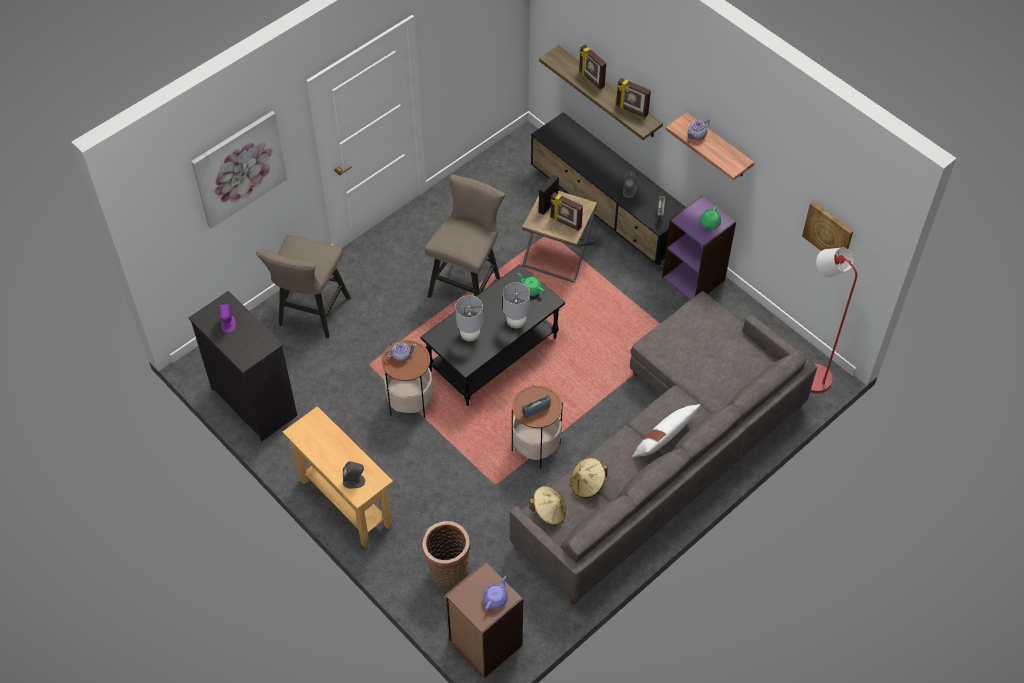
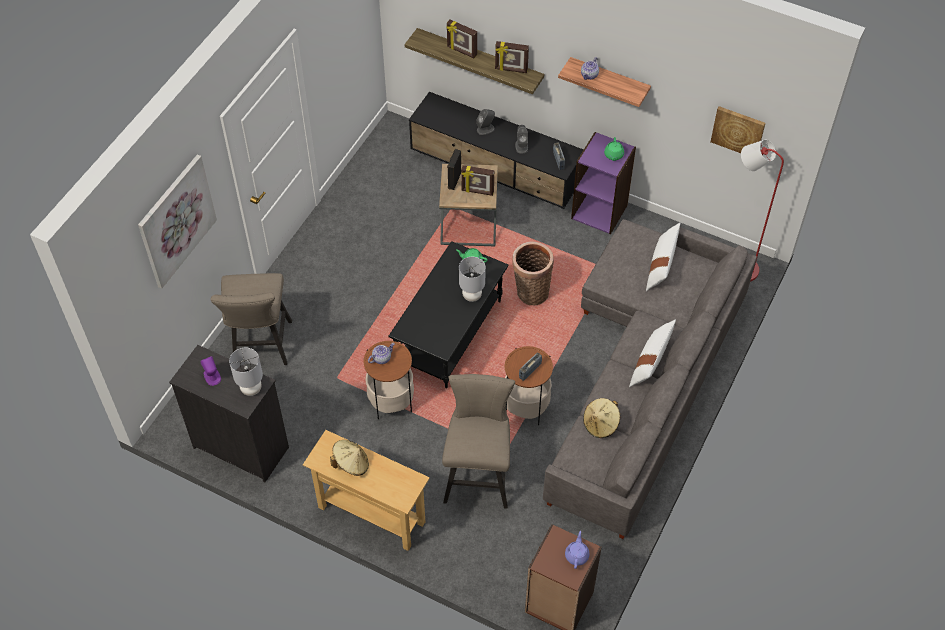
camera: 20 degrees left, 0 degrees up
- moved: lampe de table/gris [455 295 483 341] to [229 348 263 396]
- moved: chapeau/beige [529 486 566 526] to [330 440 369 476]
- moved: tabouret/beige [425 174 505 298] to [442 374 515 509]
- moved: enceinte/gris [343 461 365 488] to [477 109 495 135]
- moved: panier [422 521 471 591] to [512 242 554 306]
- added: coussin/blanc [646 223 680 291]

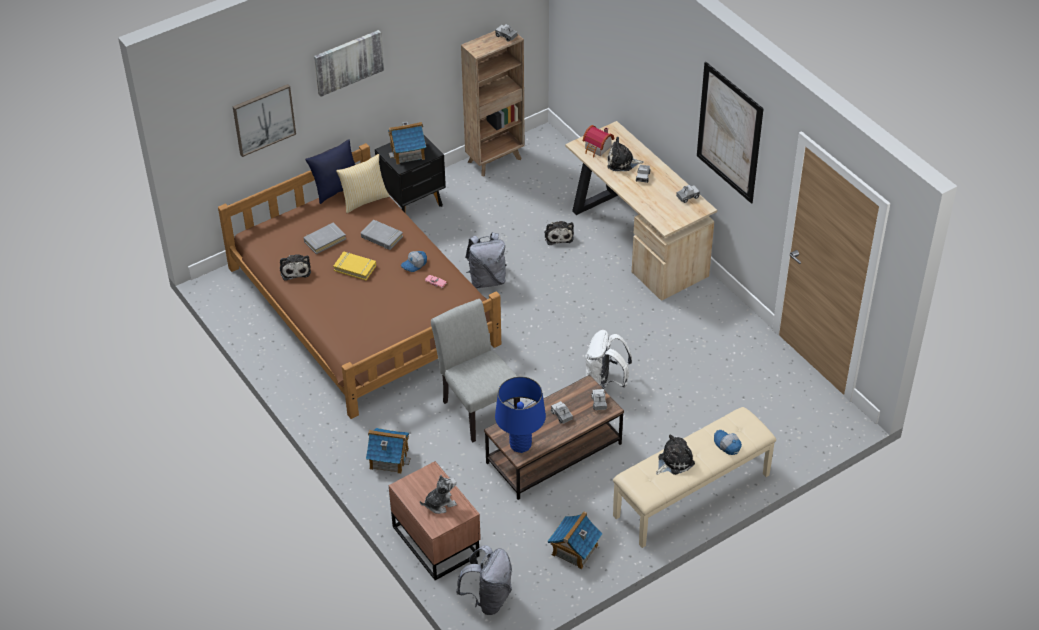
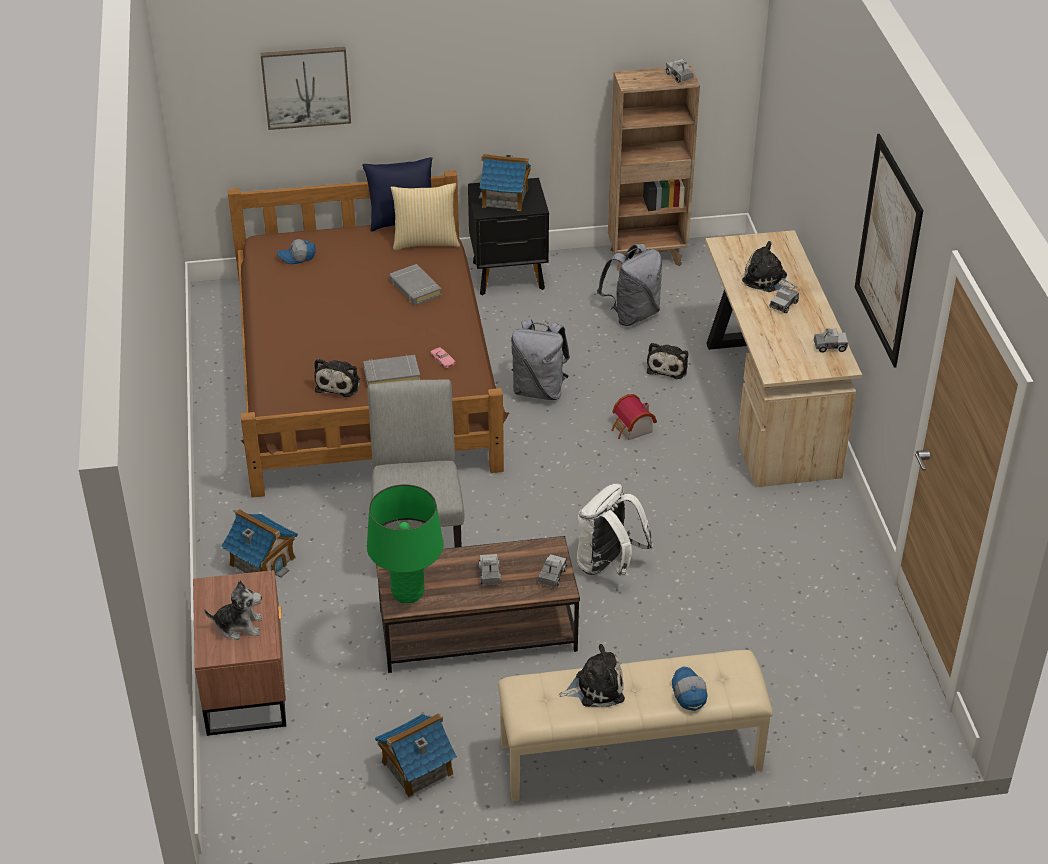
camera: 25 degrees right, 5 degrees down
- moved: casquette [401 251 427 272] to [277 239 316 264]
- moved: peluche [280 254 311 281] to [314 359 360 397]
- moved: livre/gris [304 223 346 254] to [363 355 420 386]
- recoloured: lampe de table/bleu [495 376 546 453] to lampe de table/vert [367 484 444 603]
- moved: sac à dos/gris [456 545 512 615] to [597 244 662 326]
- moved: maison miniature [583 125 614 158] to [611 394 657 440]
- removed: tableau [314 30 384 97]
- removed: livre/jaune [333 252 376 280]

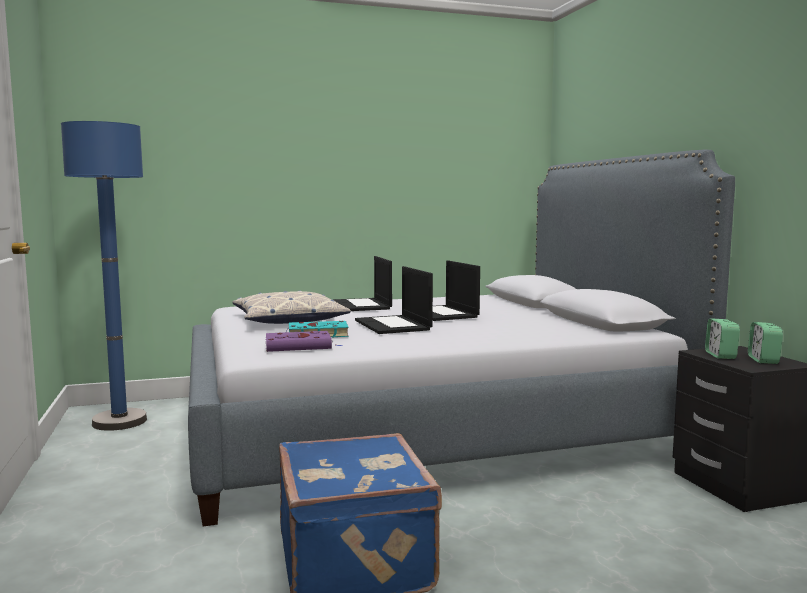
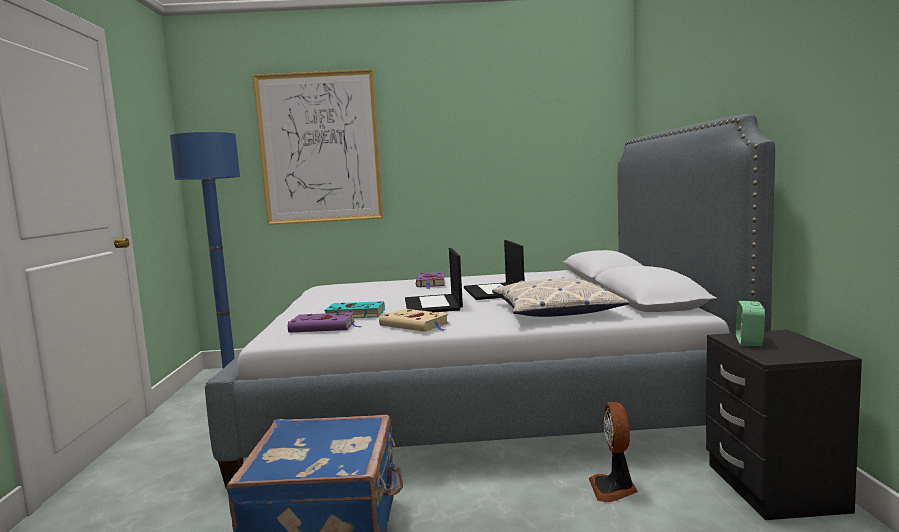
camera: 15 degrees right, 0 degrees up
- added: tableau [253 69 383 225]
- added: livre/beige [379 309 449 332]
- replaced: ordinateur portable [333 256 392 311] to livre/violet [416 272 445 289]
- moved: coussin [232 290 351 324] to [492 277 629 317]
- added: ventilateur [589 402 638 502]
- removed: réveil [748 322 783 364]

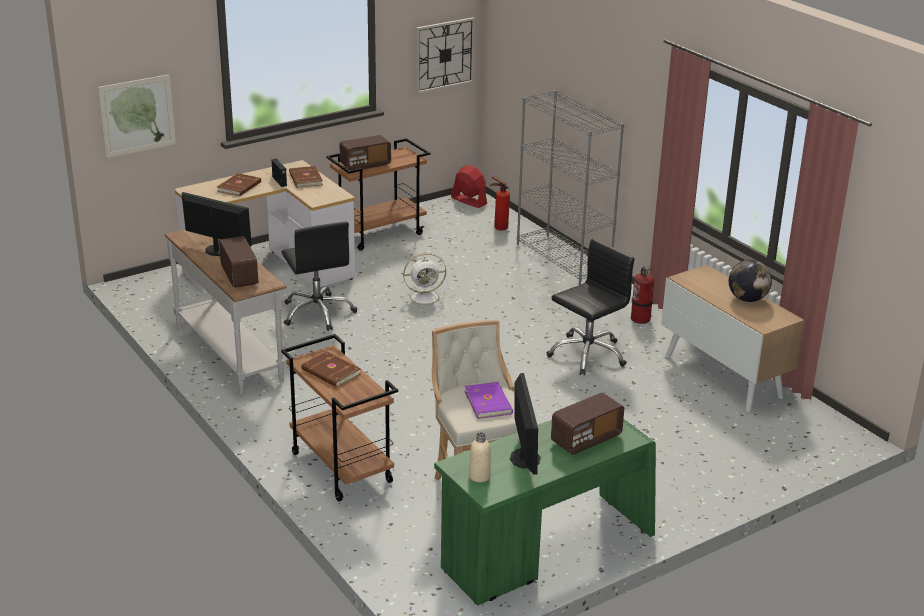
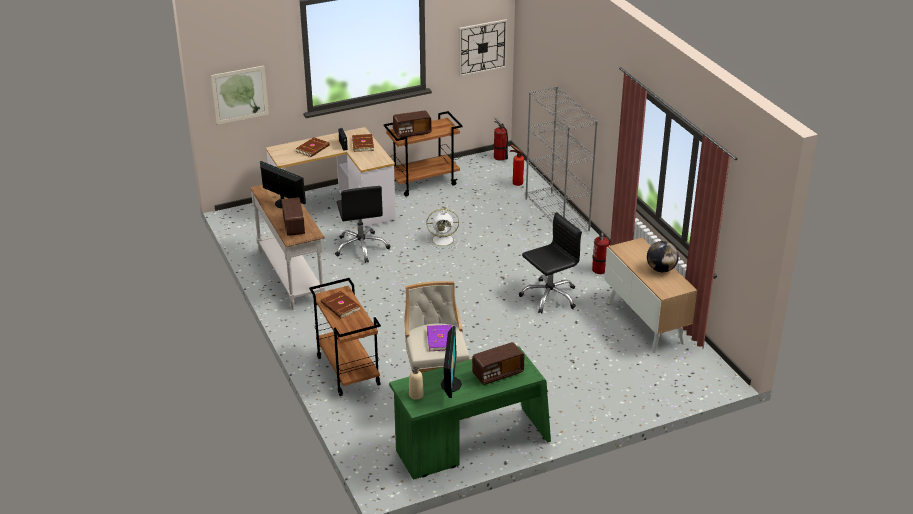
camera: 10 degrees right, 5 degrees up
- replaced: ventilateur/rouge [451 165 487 208] to extincteur [493 117 508 161]

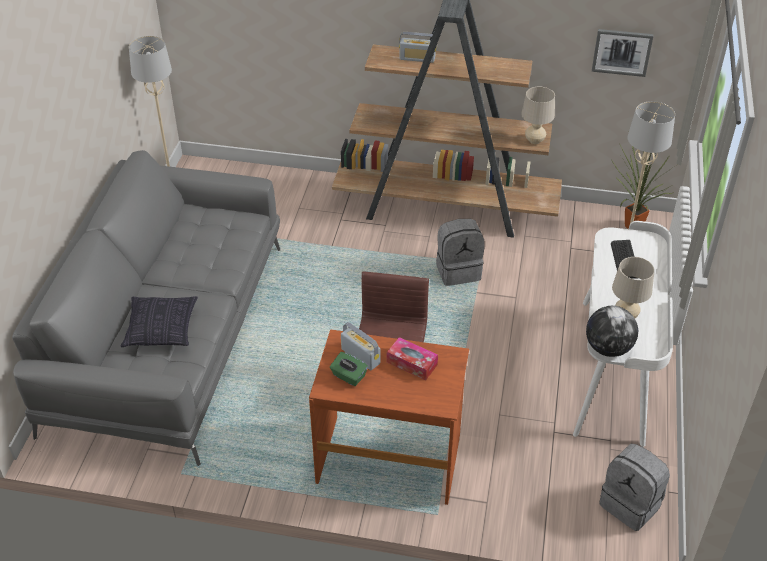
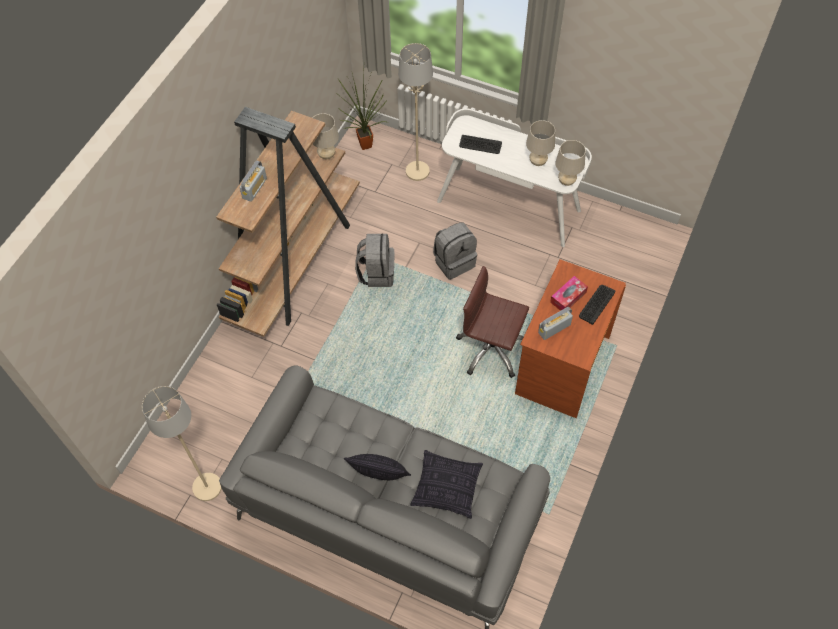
camera: 75 degrees left, 15 degrees up
- added: coussin [344 454 411 480]
- moved: sac à dos/gris [599 444 670 531] to [433 222 477 280]
- replaced: globe [586 306 638 357] to lampe de table/beige [555 140 586 186]
- added: clavier [579 285 615 325]
- removed: boîte à mouchoirs/vert [330 352 368 386]
- removed: tableau [592 29 654 77]

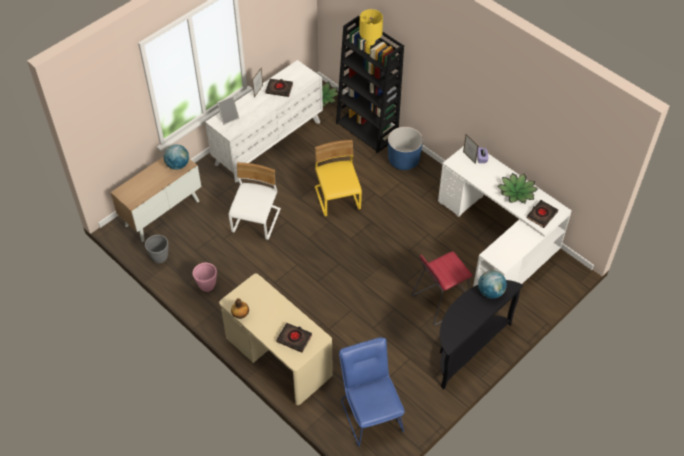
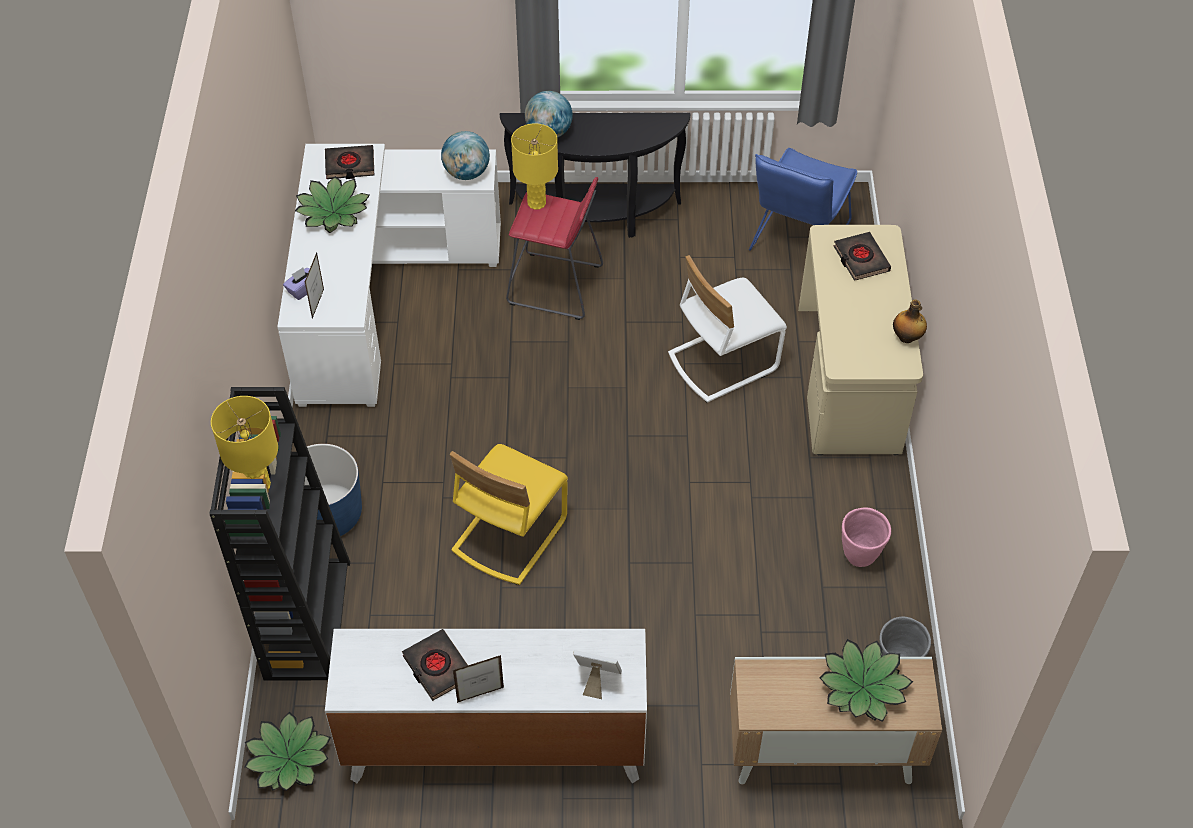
camera: 135 degrees left, 0 degrees up
- moved: globe [164 144 189 170] to [441 131 490 180]
- added: lampe de table/jaune [511 123 558 210]
- moved: chaise/blanc [228 162 281 240] to [668 255 787 403]
- added: plante en pot [819 639 913 722]

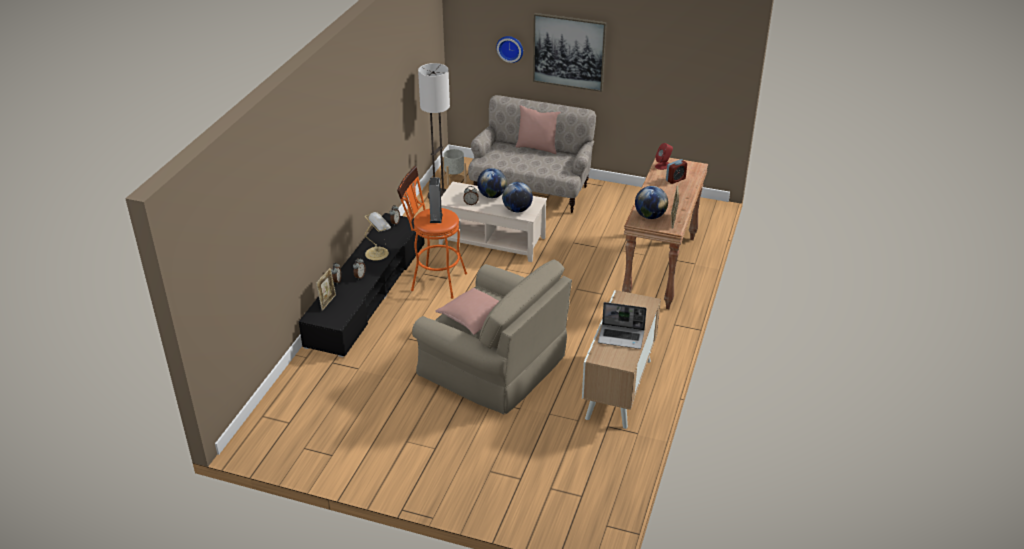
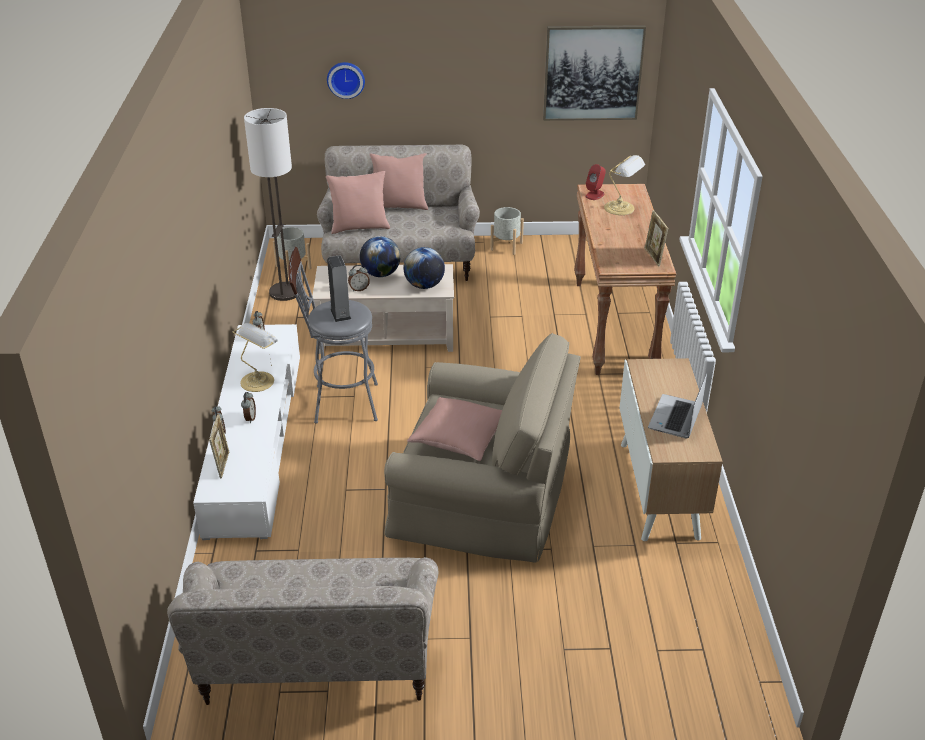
camera: 20 degrees left, 0 degrees up
- added: canapé/beige [167 557 439 705]
- recoloured: meuble télé/noir [299 213 425 357] to meuble télé/blanc [193 324 300 540]
- recoloured: tabouret/orange [397 166 467 299] to tabouret/gris [288 247 378 424]
- added: coussin/rose [326 171 390 234]
- added: cache-pot/gris [490 207 524 255]
- moved: tableau [533 13 606 92] to [543 25 646 121]
- replaced: réveil [666 159 687 184] to lampe de table [604 155 645 215]
- turned: ordinateur portable [598 302 646 349] = [648 373 707 439] 120 degrees clockwise
- removed: globe [635 186 668 219]

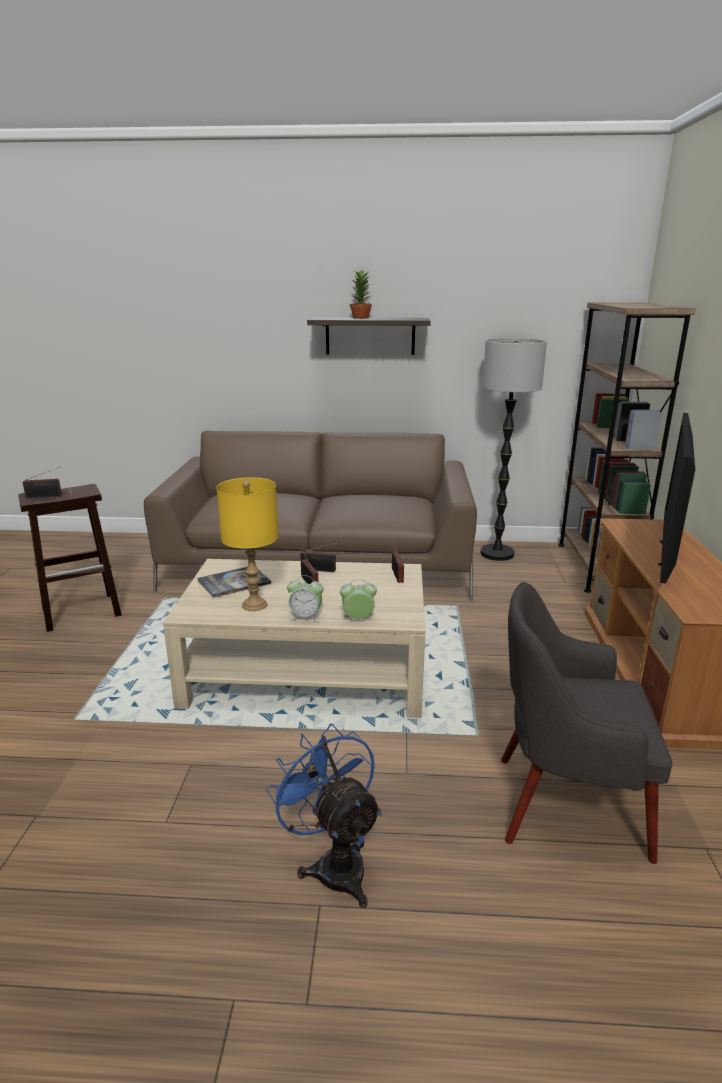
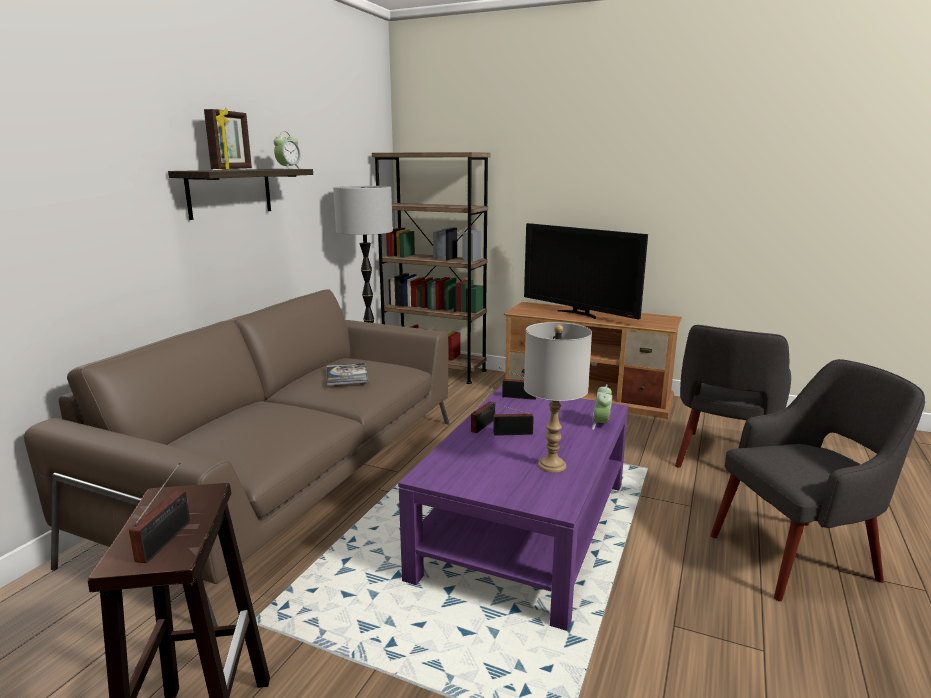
camera: 70 degrees left, 5 degrees down
- replaced: plante en pot [350 269 372 319] to cadre photo [204 108 252 170]
- moved: réveil [287 575 324 623] to [273 131 302 169]
- moved: livre [197 567 271 598] to [327 363 369 385]
- recoloured: table basse/beige [163 559 425 718] to table basse/violet [398 386 628 631]
- recoloured: lampe de table/jaune [216 477 279 611] to lampe de table/gris [524 322 592 473]
- replaced: ventilateur/bleu [266 724 382 908] to fauteuil/gris [710 359 925 601]

